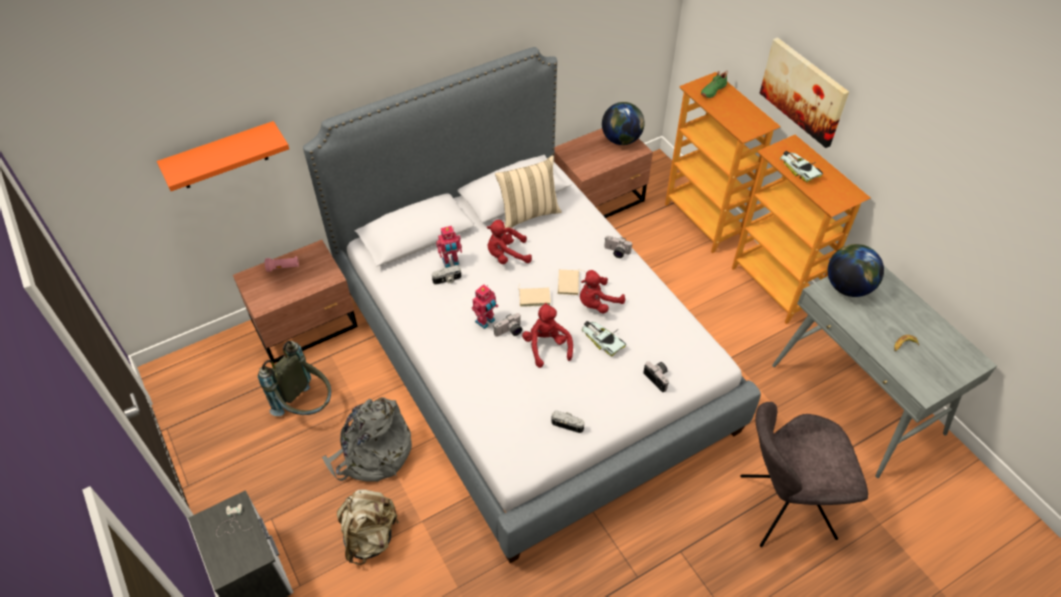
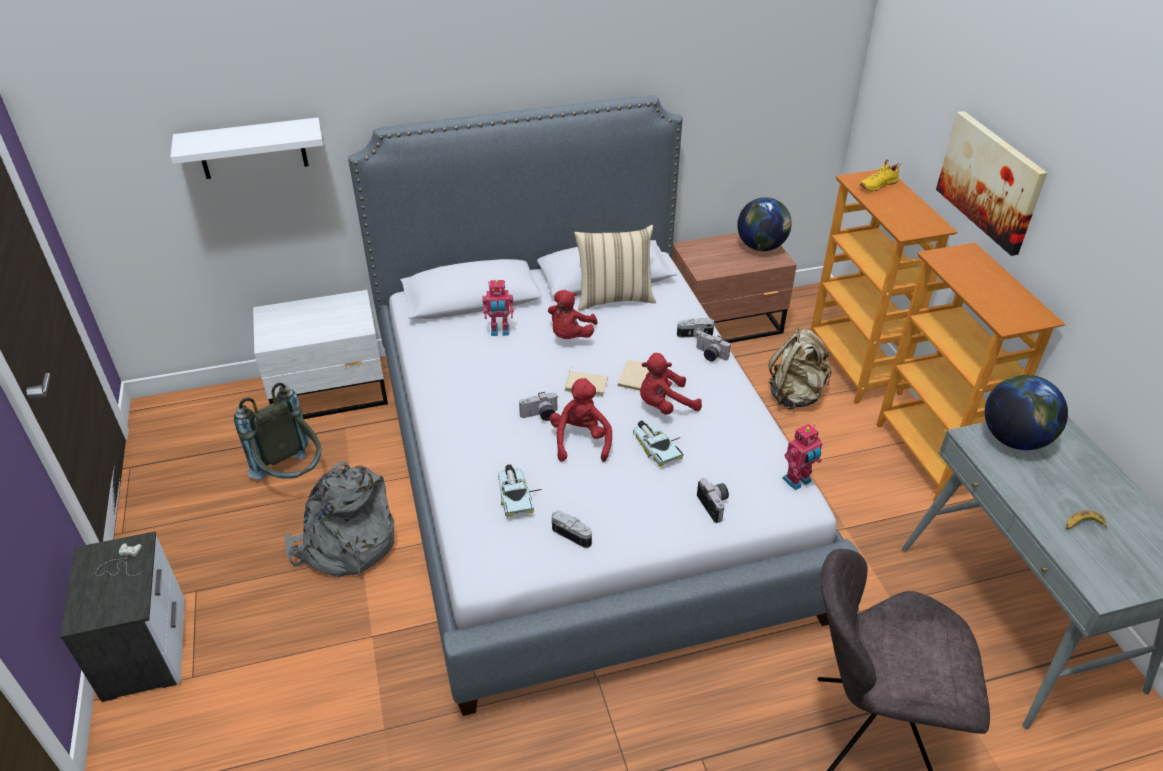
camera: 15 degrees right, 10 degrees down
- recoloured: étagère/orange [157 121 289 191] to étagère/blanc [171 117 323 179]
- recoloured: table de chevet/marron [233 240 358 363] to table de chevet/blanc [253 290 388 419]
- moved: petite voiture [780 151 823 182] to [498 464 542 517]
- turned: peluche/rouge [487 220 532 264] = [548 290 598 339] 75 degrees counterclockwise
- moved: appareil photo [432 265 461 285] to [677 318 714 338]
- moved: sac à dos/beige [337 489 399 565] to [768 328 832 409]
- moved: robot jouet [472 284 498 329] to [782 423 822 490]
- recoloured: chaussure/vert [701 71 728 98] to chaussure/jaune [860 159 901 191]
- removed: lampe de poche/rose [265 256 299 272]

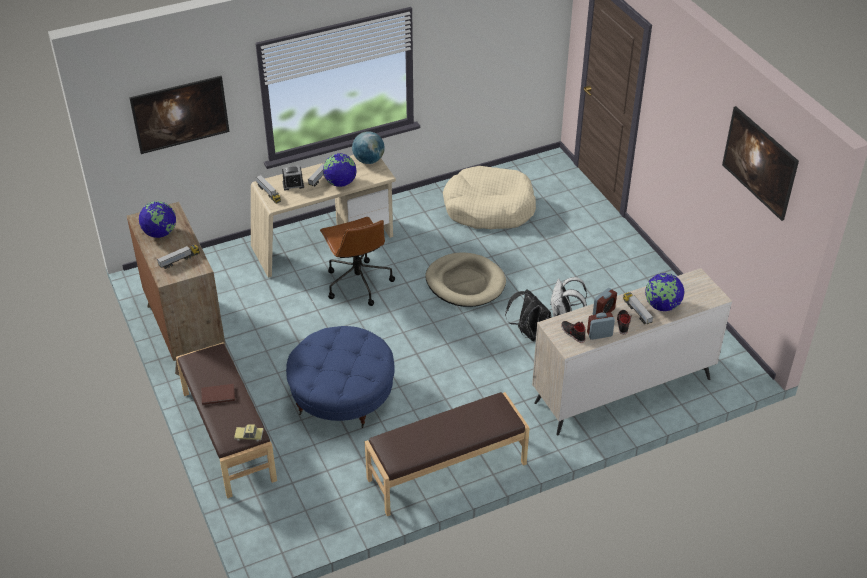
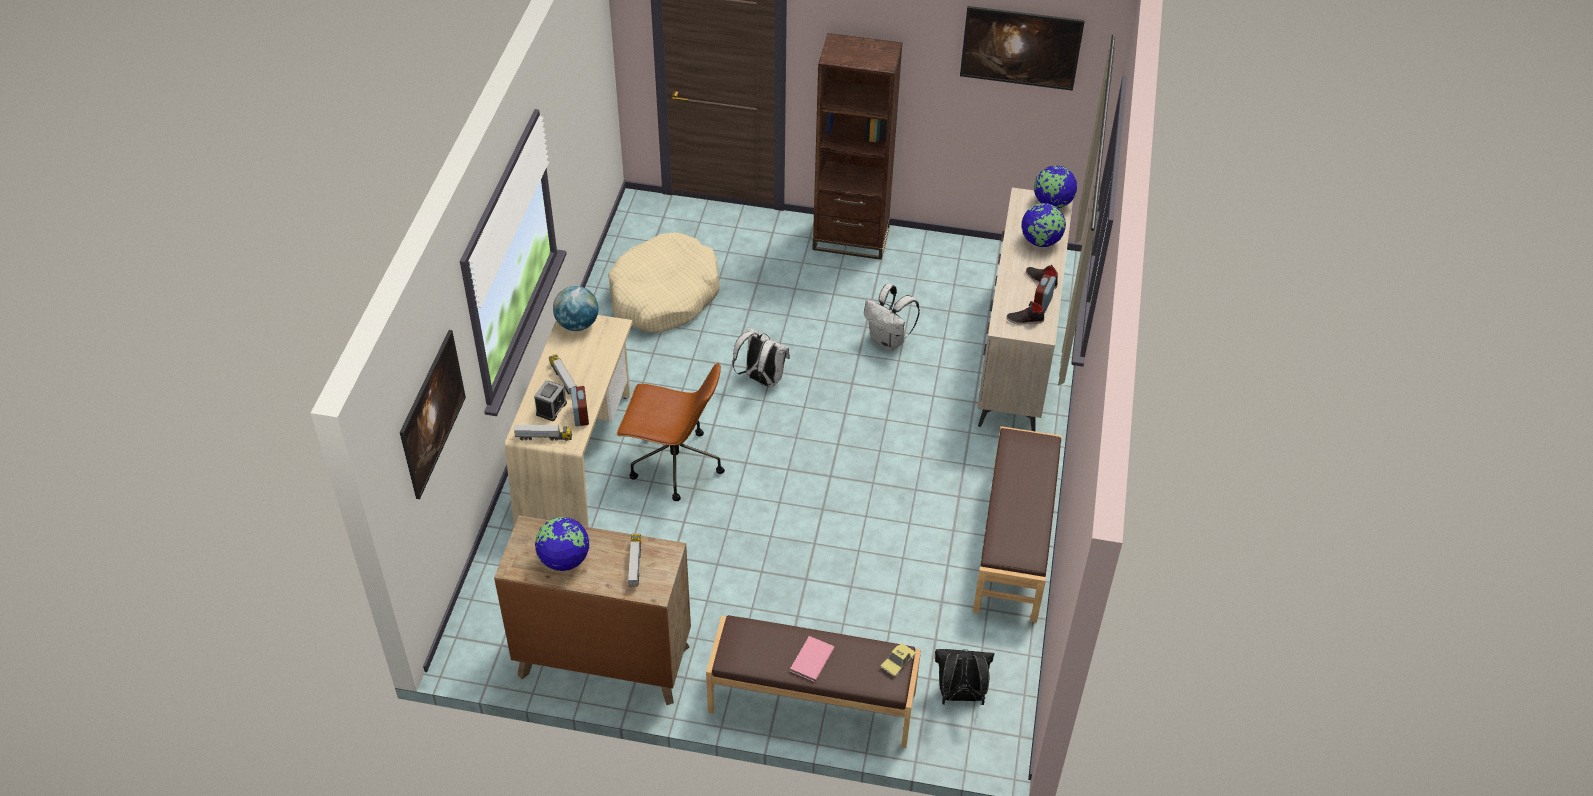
camera: 55 degrees left, 5 degrees up
- moved: réveil [593 288 617 315] to [571 386 589 426]
- replaced: panier pour chien/beige [425 252 506 307] to sac à dos/blanc [732 327 790 388]
- recoloured: livre/marron [201 384 235 405] to livre/rose [790 636 835 682]
- added: bibliothèque/marron [812 33 903 260]
- moved: sac à dos/noir [505 289 551 341] to [935 649 994 705]
- moved: globe [323 153 357 187] to [1034 165 1077 208]
- removed: pouf/bleu [286 326 395 428]
- removed: camion jouet [623 292 653 324]

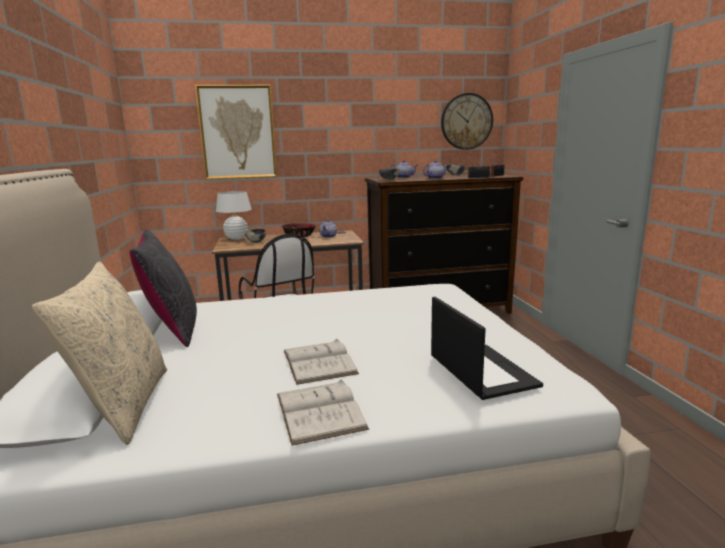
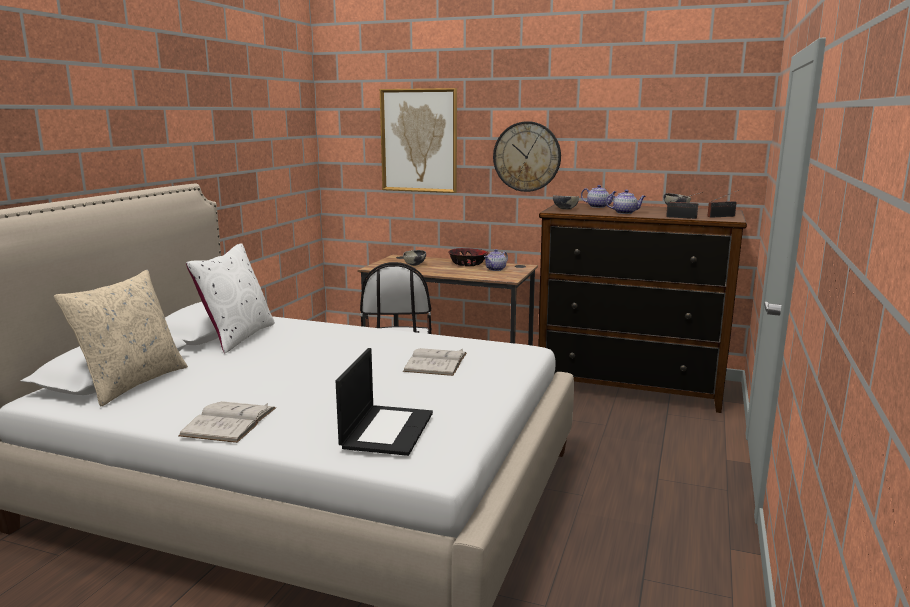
camera: 30 degrees right, 0 degrees up
- recoloured: coussin/noir [130 229 197 347] to coussin/blanc [186 243 275 354]
- moved: livre/blanc [284 339 359 385] to [403 348 467 376]
- moved: horloge murale [441 93 493 150] to [493 121 561 192]
- removed: lampe de table/blanc [216 191 252 240]

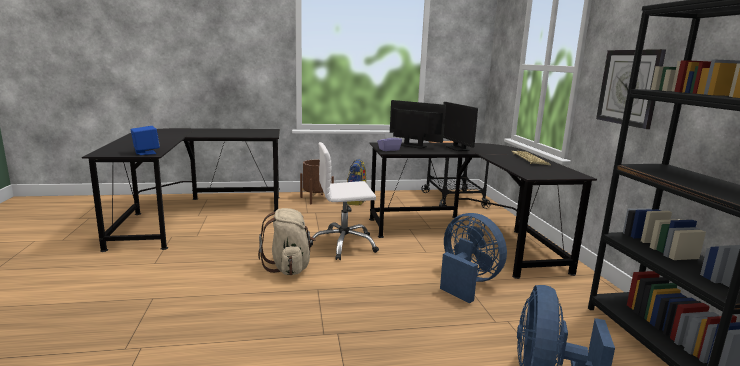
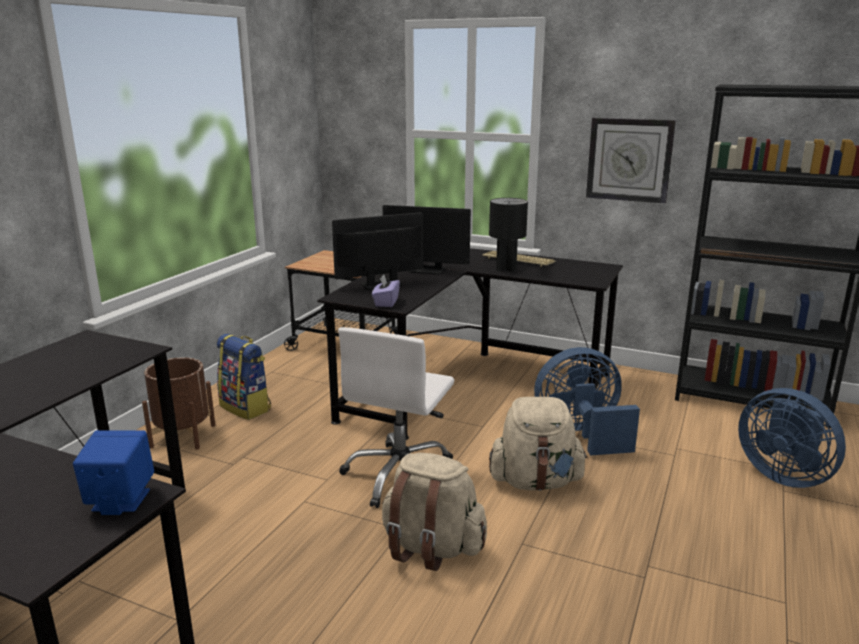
camera: 55 degrees left, 5 degrees up
- added: lampe de table/noir [489 198 528 272]
- added: sac à dos/beige [489 397 588 491]

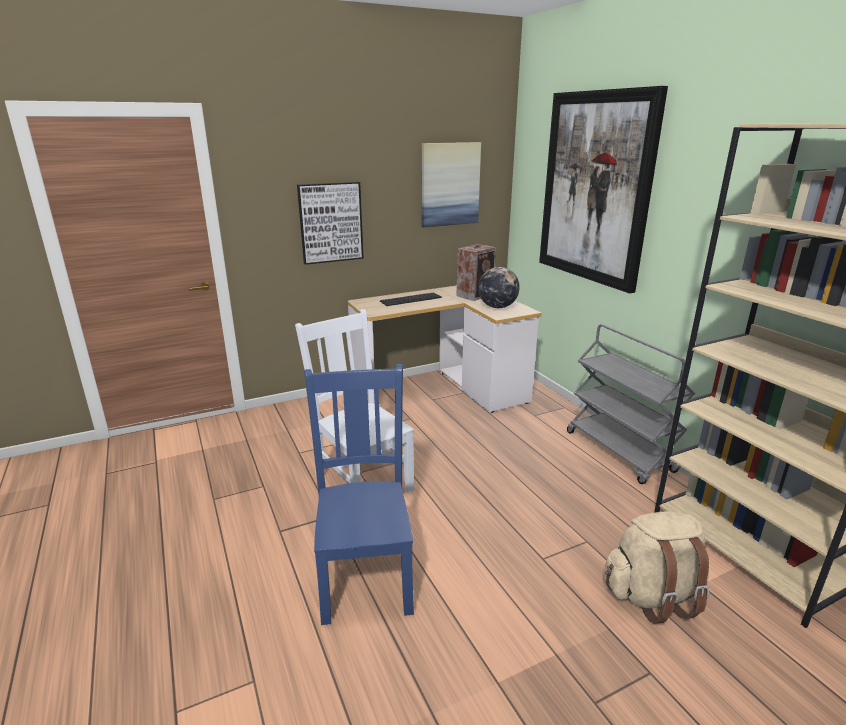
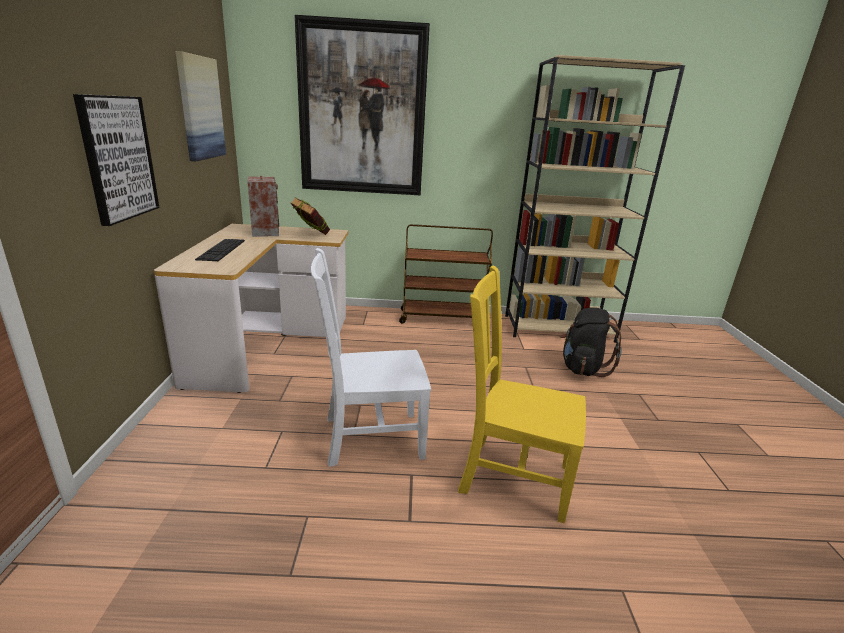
camera: 65 degrees left, 0 degrees up
- replaced: globe [478 267 520 308] to livre [290 197 330 235]
- recoloured: chariot/gris [567 324 695 484] to chariot/marron [399 224 493 324]
- recoloured: chaise/bleu [304 364 414 625] to chaise/jaune [458 266 586 523]
- recoloured: sac à dos/beige [603 511 710 624] to sac à dos/noir [560 308 622 377]

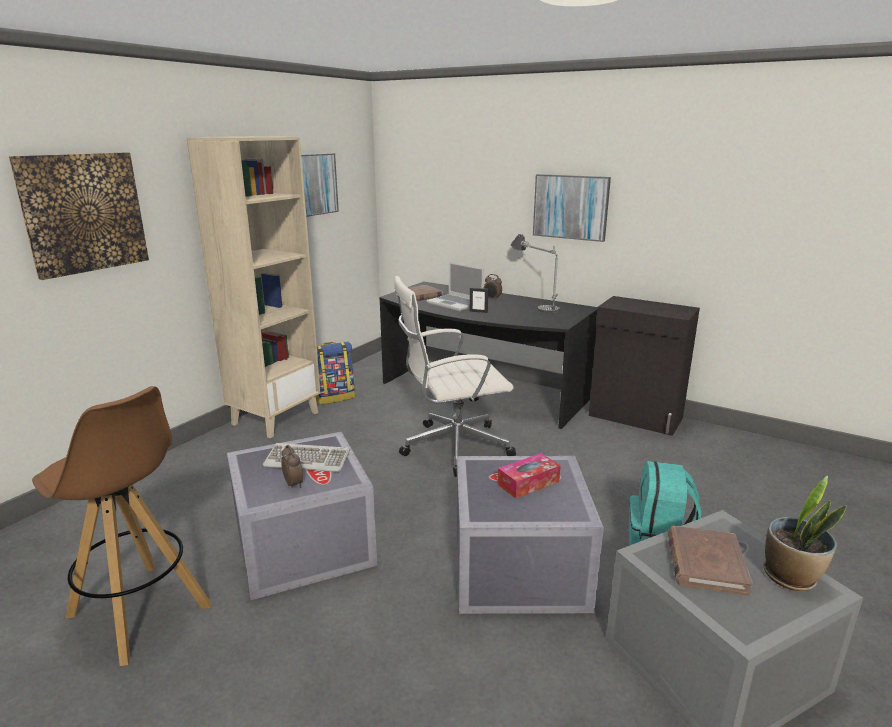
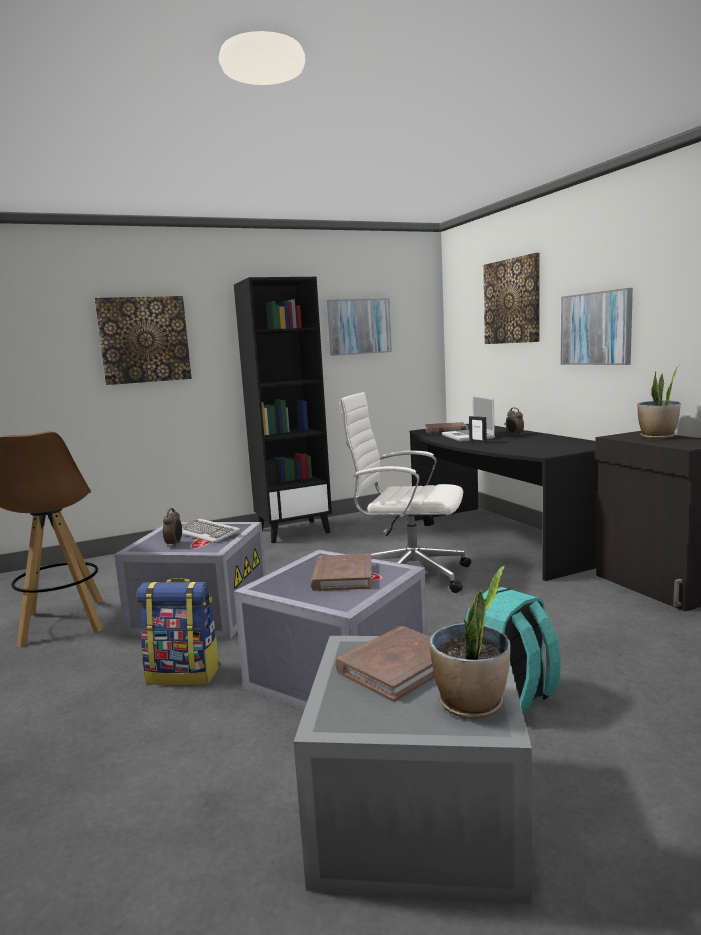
camera: 35 degrees right, 10 degrees down
- moved: sac à dos [315 342 355 405] to [136 578 220 686]
- recoloured: bibliothèque/beige [187 136 320 438] to bibliothèque/noir [234 277 332 543]
- replaced: boîte à mouchoirs [498 453 561 498] to livre/marron [310 554 372 591]
- added: tableau [483 253 540 344]
- added: plante en pot [637 364 681 439]
- removed: lampe de table [511 234 560 313]

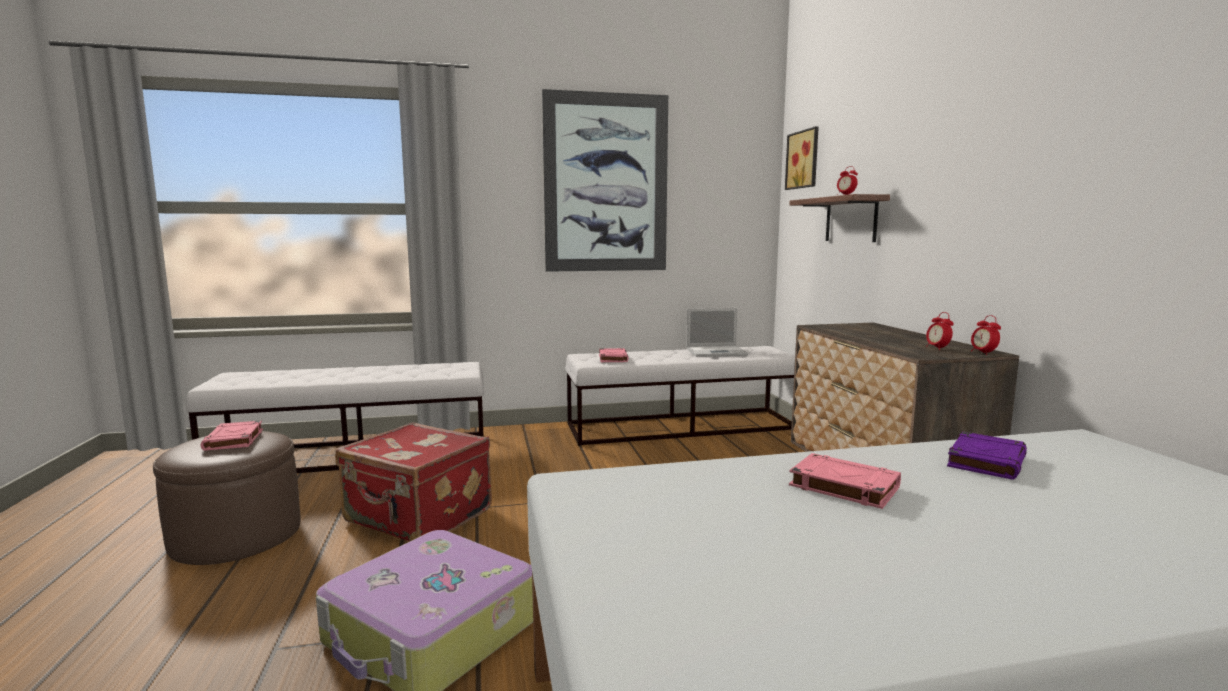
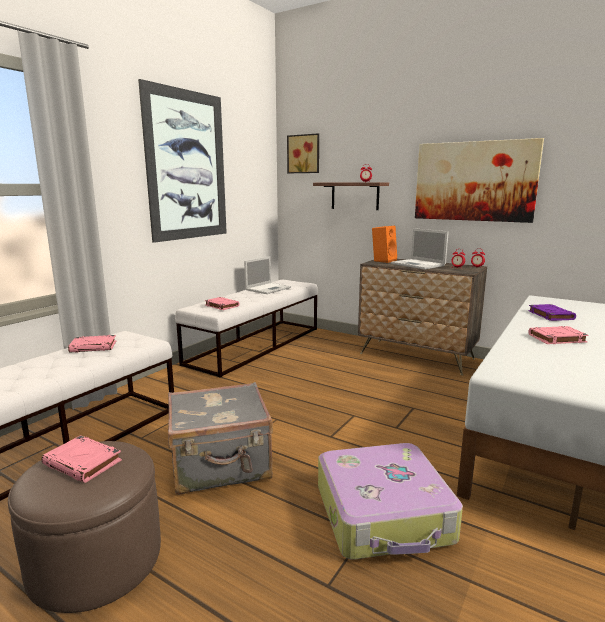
camera: 45 degrees left, 5 degrees up
- added: livre/rose [68 335 116 353]
- recoloured: valise/rouge [335 422 492 541] to valise/gris [168 382 273 495]
- added: enceinte/orange [372 226 397 263]
- added: ordinateur portable [391 228 449 269]
- added: tableau [415 138 544 223]

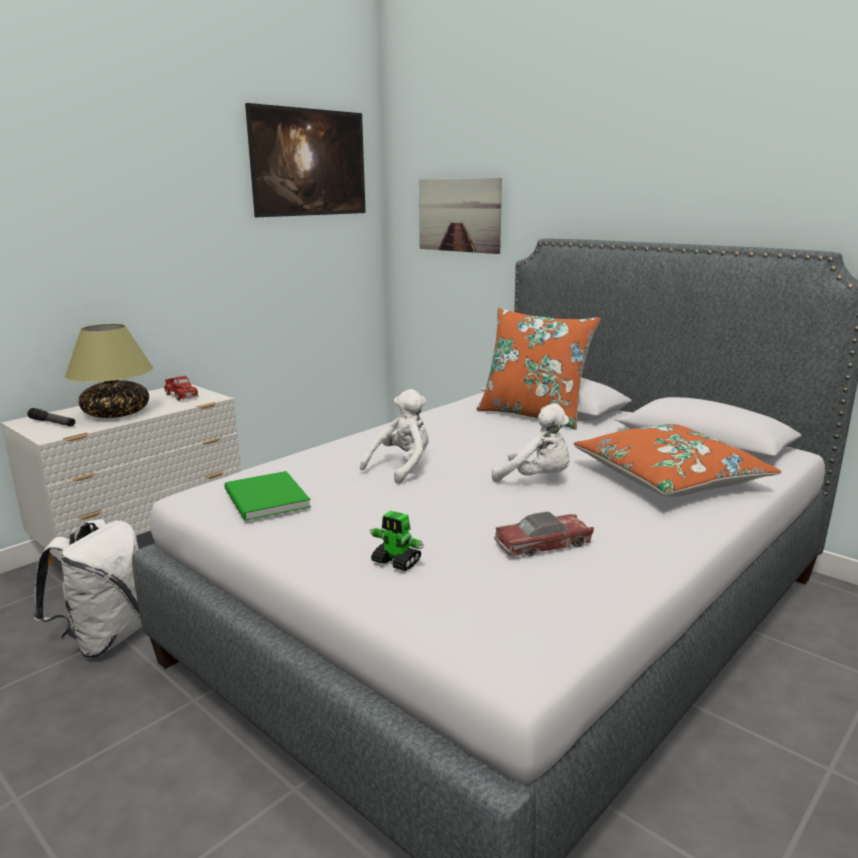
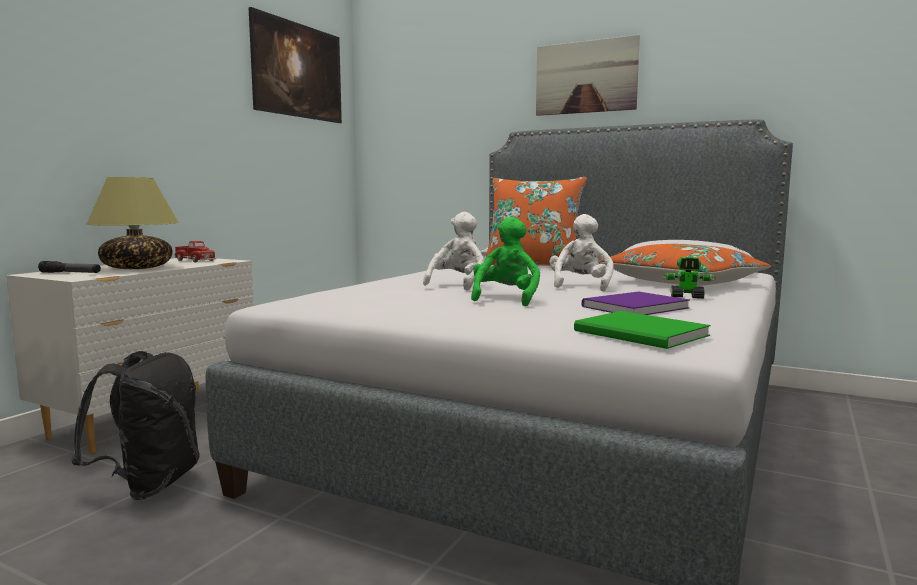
camera: 15 degrees left, 10 degrees down
- recoloured: sac à dos/blanc [34 519 142 658] to sac à dos/noir [71 351 200 500]
- added: peluche/vert [471 217 540 306]
- moved: tableau [419 178 502 254] to [536 35 640 116]
- turned: peluche/blanc [492 403 570 482] = [549 214 614 292] 90 degrees counterclockwise
- moved: livre/vert [224 471 311 521] to [574 311 711 349]
- replaced: petite voiture [494 512 594 557] to livre/violet [582 291 690 315]
- moved: robot jouet [370 510 424 571] to [662 257 716 299]

